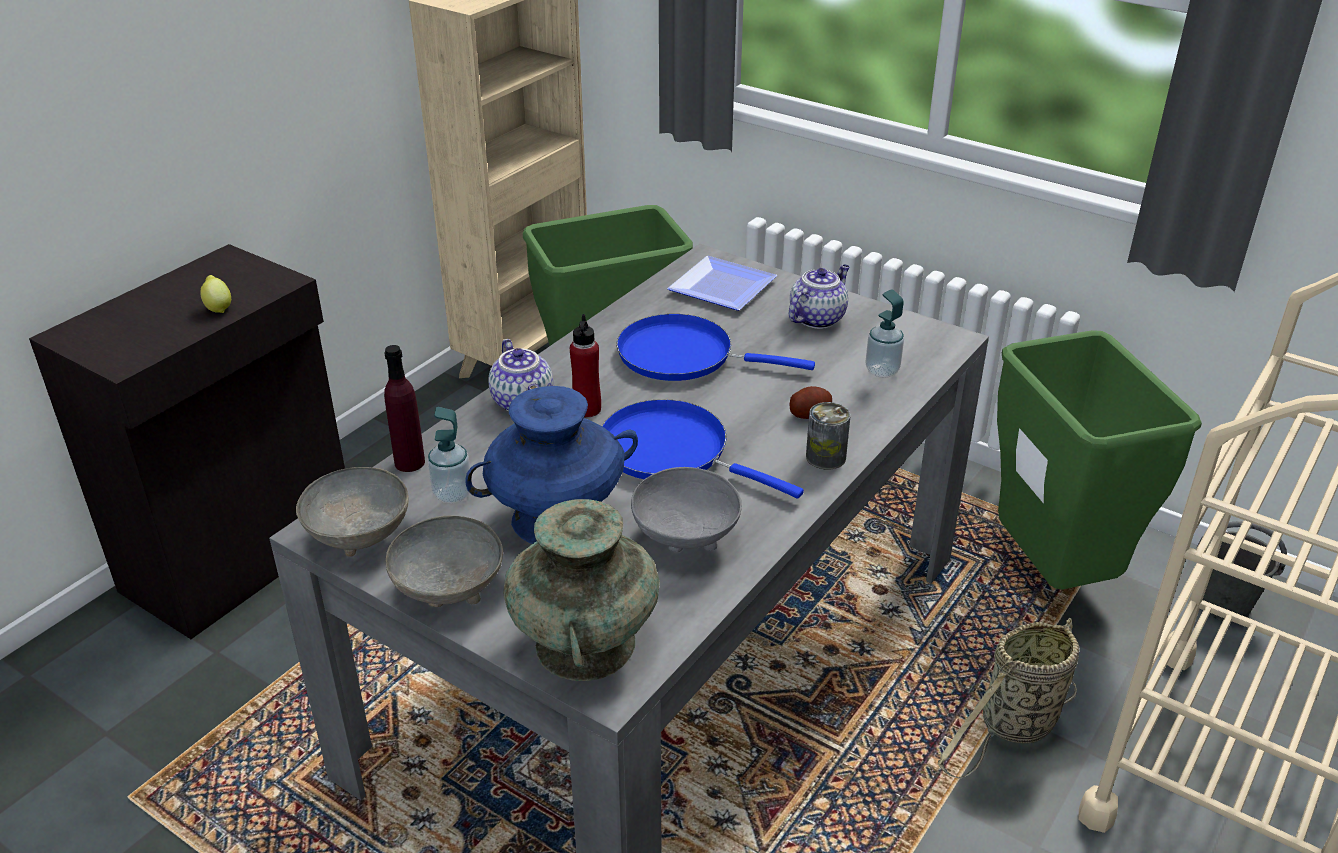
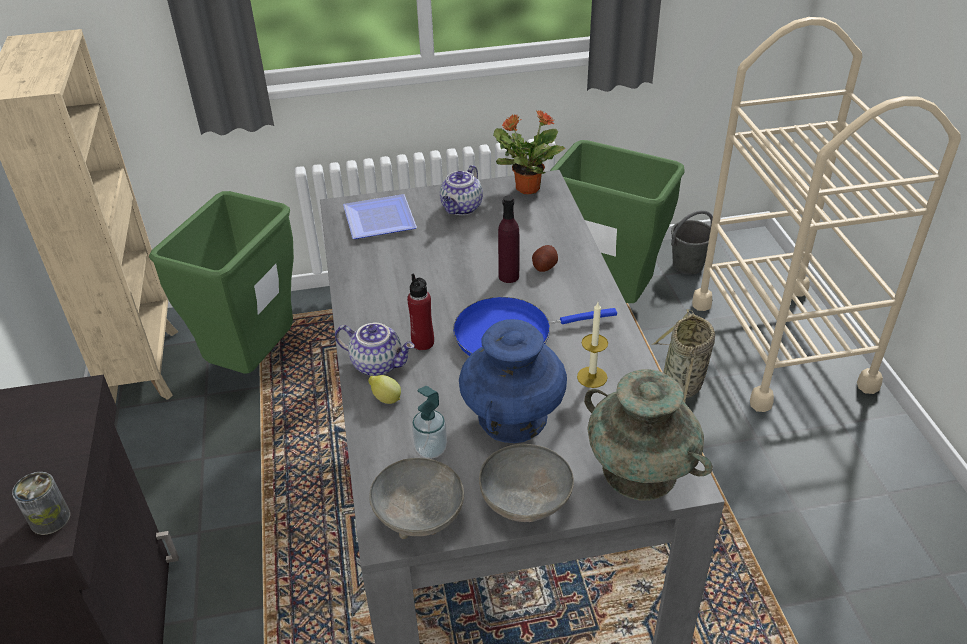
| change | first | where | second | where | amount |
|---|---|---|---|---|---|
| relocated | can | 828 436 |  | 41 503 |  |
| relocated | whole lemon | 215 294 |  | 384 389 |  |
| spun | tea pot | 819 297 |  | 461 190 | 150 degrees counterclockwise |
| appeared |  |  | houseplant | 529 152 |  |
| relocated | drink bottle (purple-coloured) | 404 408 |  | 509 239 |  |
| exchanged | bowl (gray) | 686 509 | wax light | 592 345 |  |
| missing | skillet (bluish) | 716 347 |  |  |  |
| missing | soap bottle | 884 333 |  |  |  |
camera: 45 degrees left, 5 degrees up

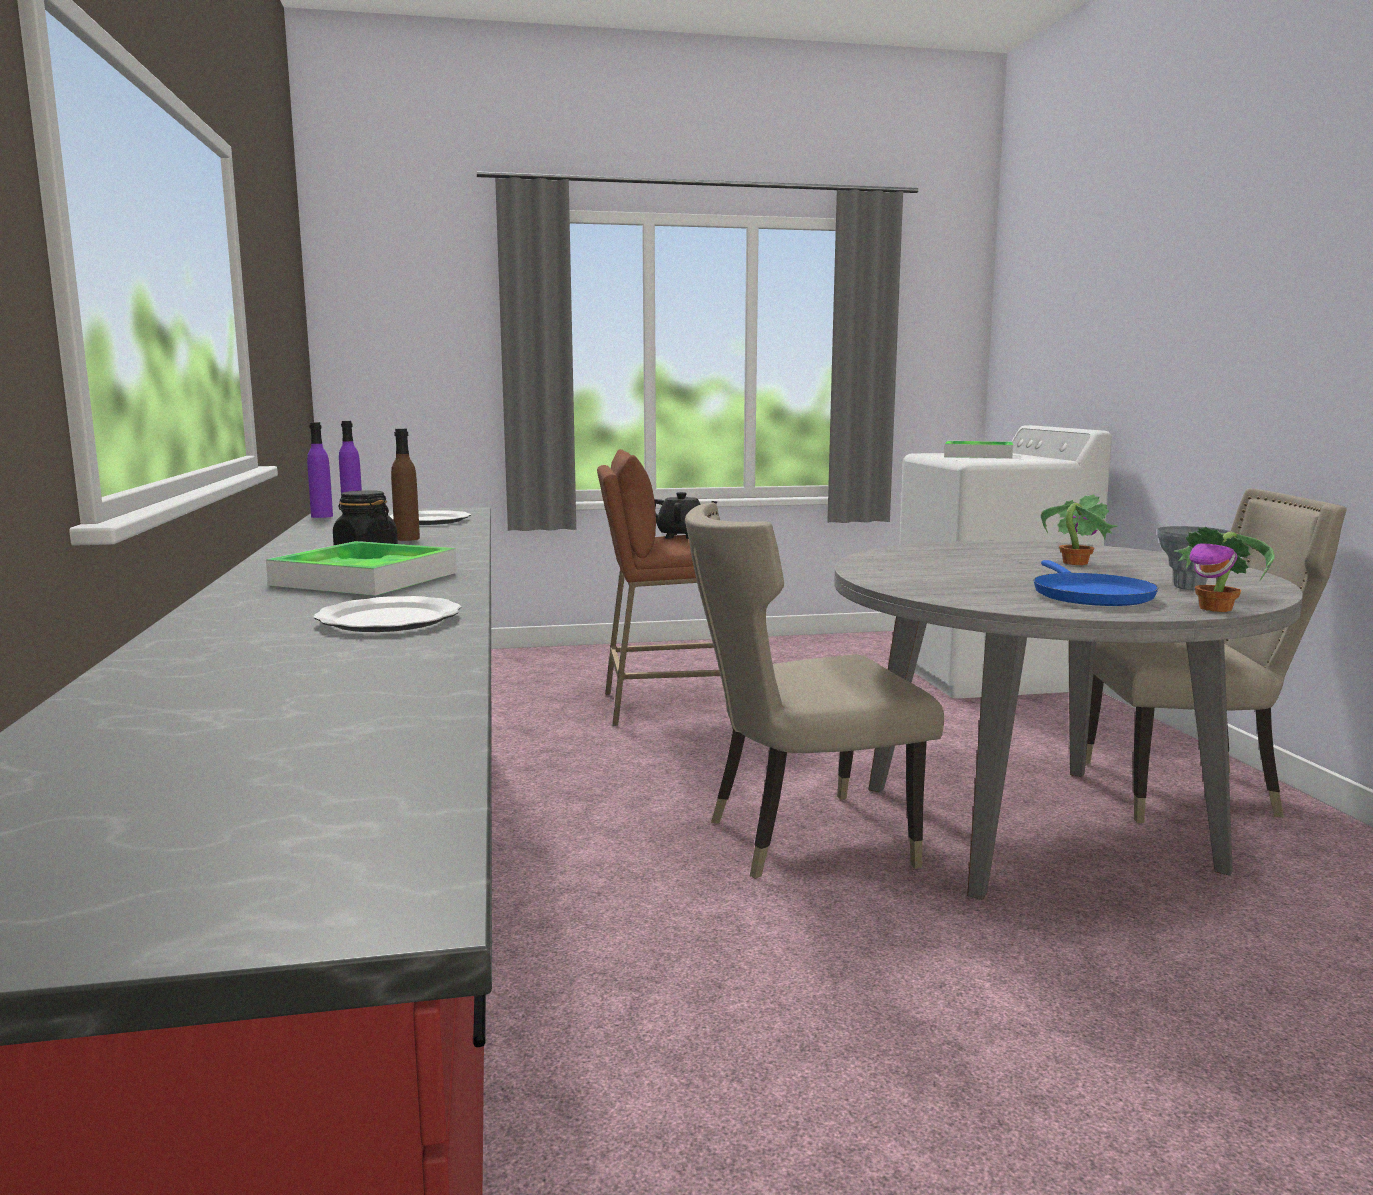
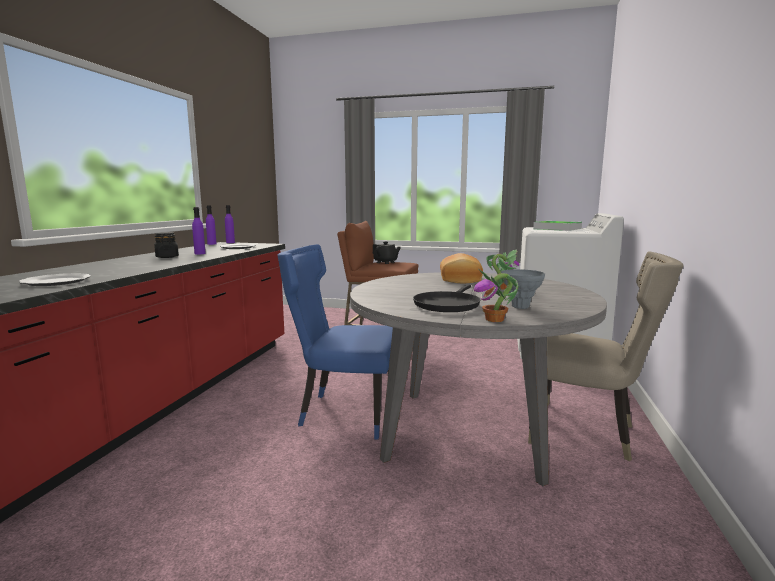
| change | first | where | second | where | amount |
|---|---|---|---|---|---|
| colour | drink bottle (brown) | 405 485 | drink bottle (purple-coloured) | 199 231 |  |
| colour | chair (beige) | 814 691 | chair (bluish) | 335 342 |  |
| colour | skillet (bluish) | 1095 583 | skillet (black) | 447 298 |  |
| appeared |  |  | bread | 461 268 |  |
| missing | serving tray | 361 568 |  |  |  |
camera: 25 degrees right, 0 degrees up

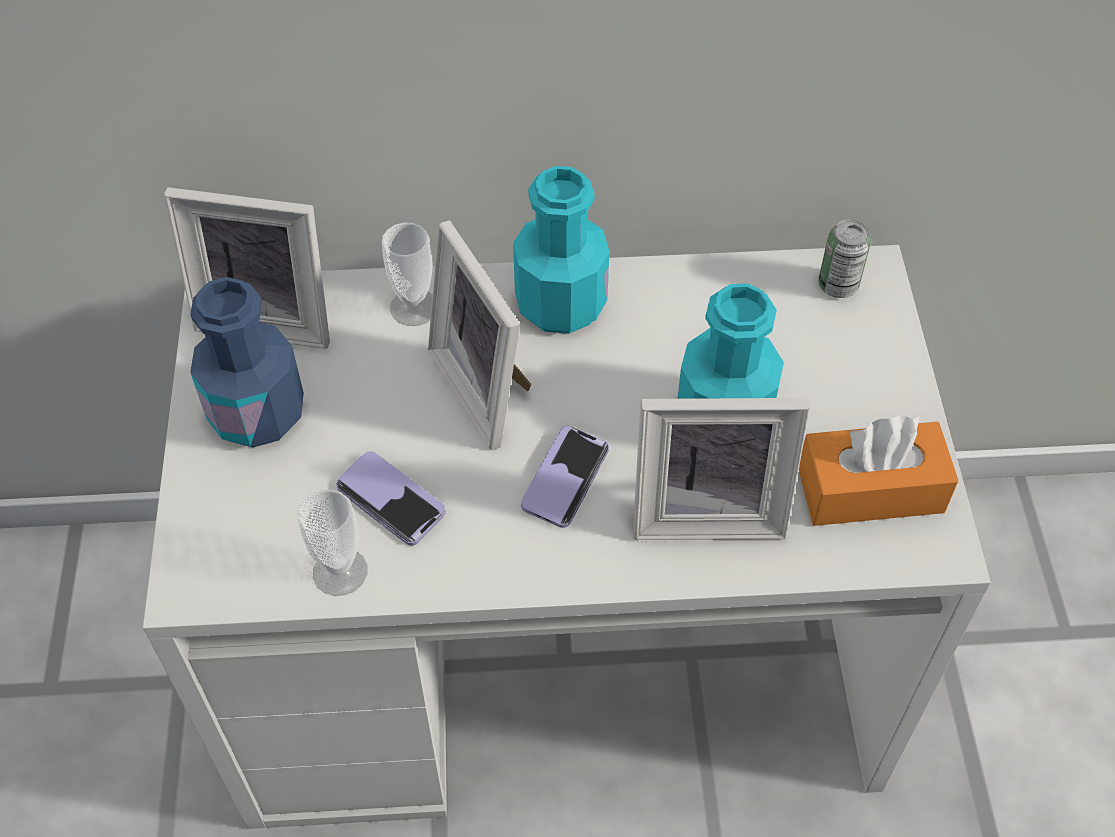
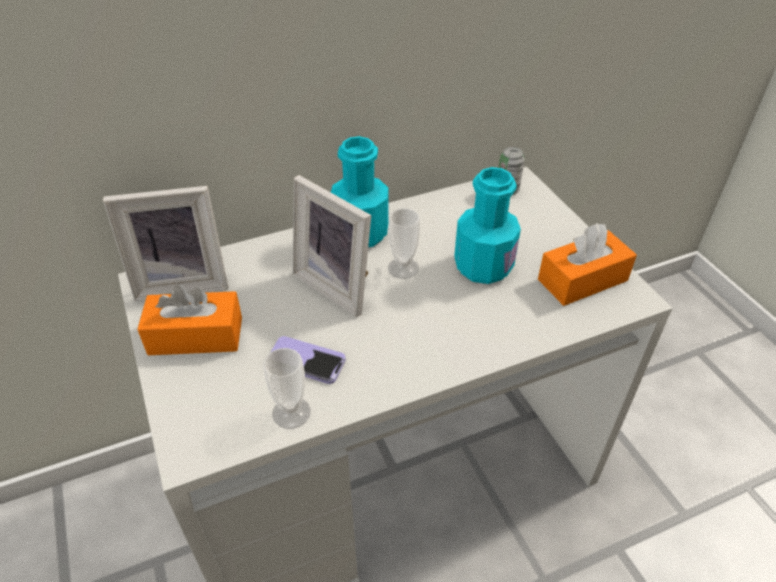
| change | first | where | second | where | amount |
|---|---|---|---|---|---|
| exchanged | drink bottle (bluish) | 247 362 | tissue box (orange-coloured) | 189 319 |  |
| relocated | small cup | 407 274 |  | 404 243 |  |
| missing | telephone | 565 477 |  |  |  |
| missing | picture frame | 721 469 |  |  |  |
camera: 20 degrees left, 10 degrees down

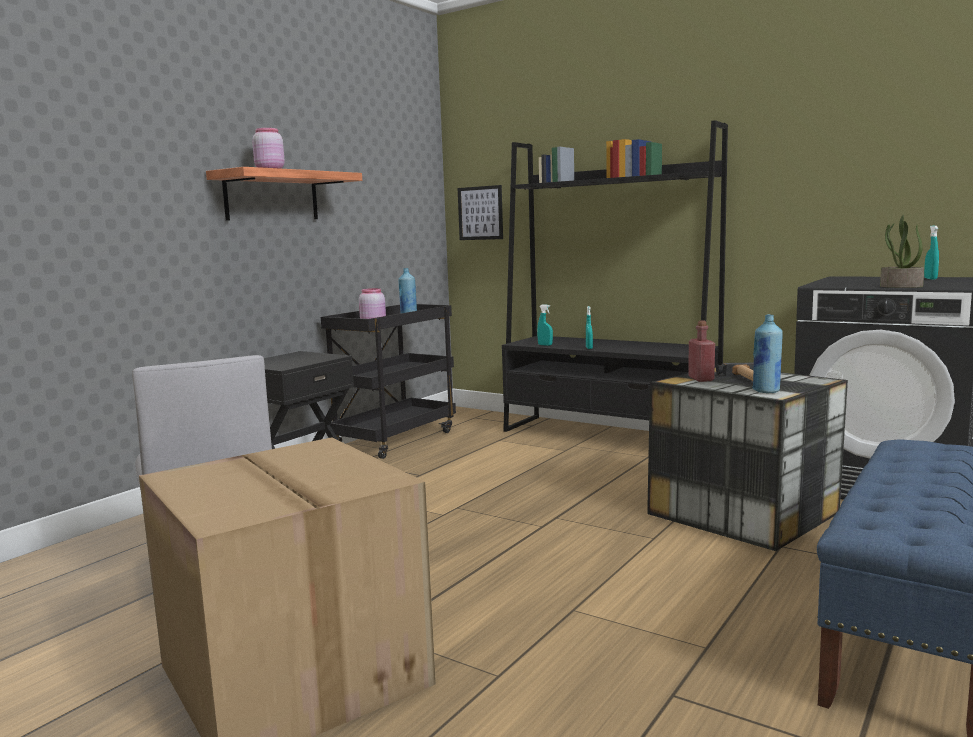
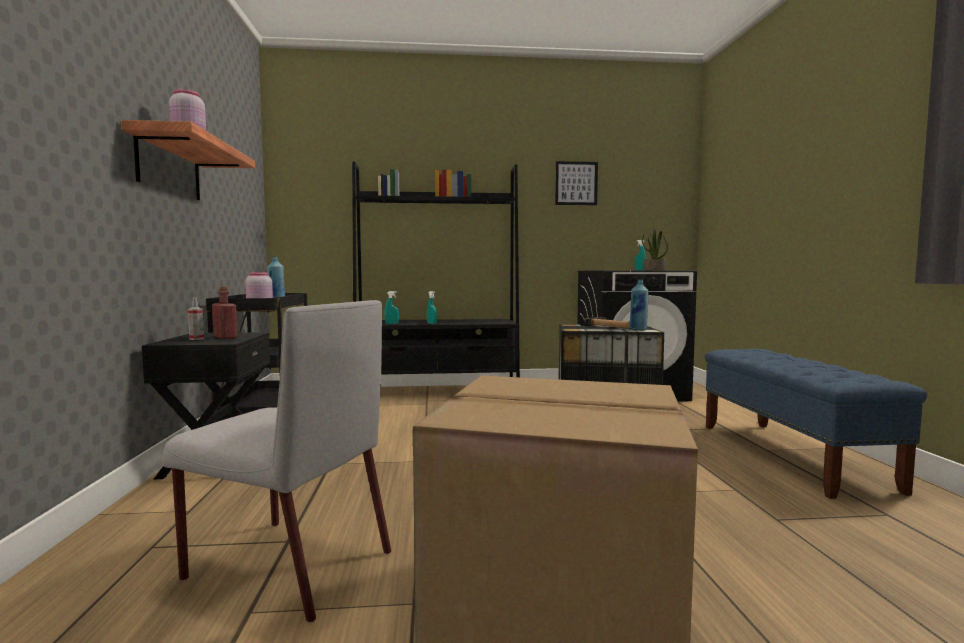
| change | first | where | second | where | amount |
|---|---|---|---|---|---|
| appeared |  |  | hand sprayer | 196 318 |  |
| relocated | drink bottle (red) | 701 351 |  | 224 313 |  |
| relocated | wall art | 480 212 |  | 576 183 |  |
camera: 40 degrees left, 5 degrees down

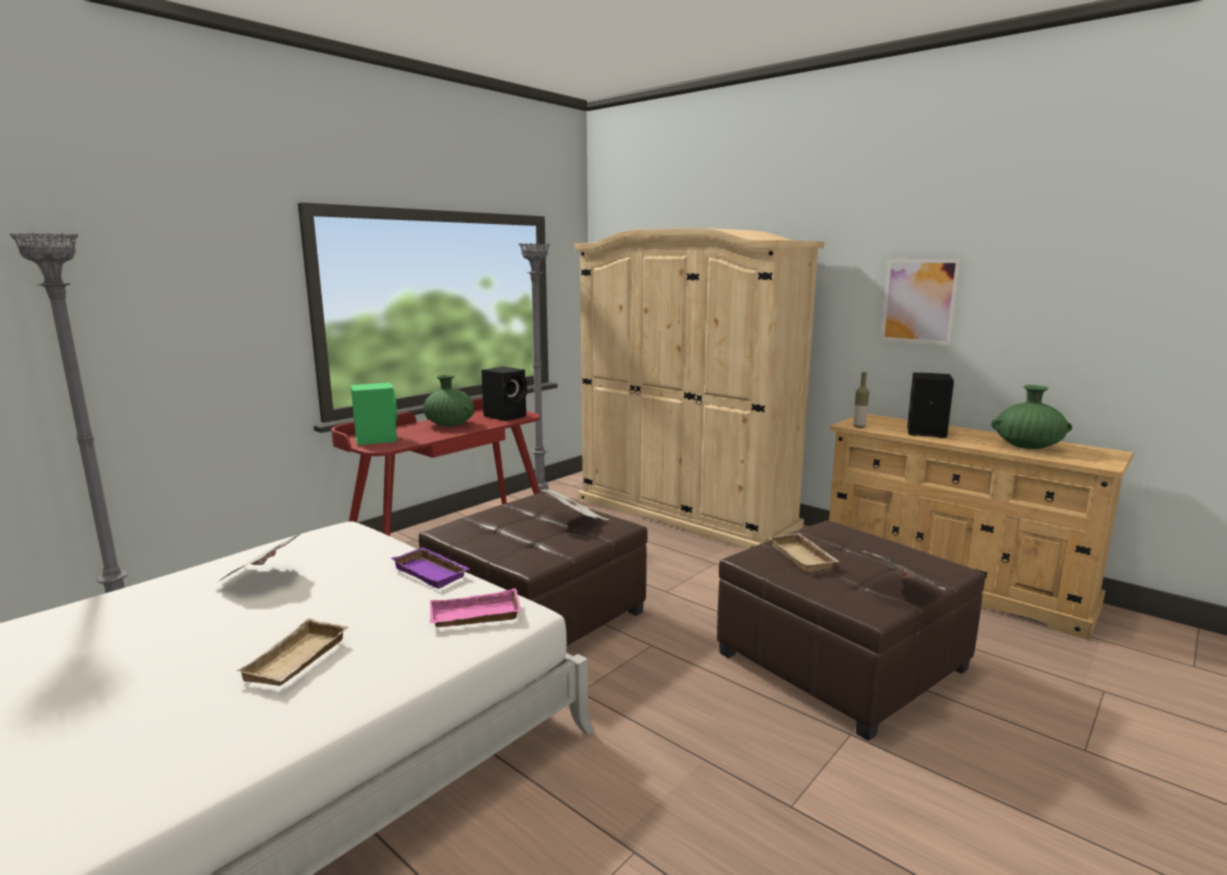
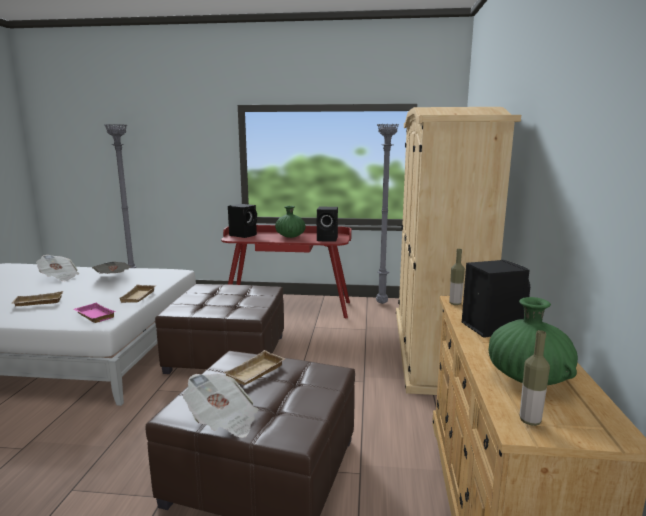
| change | first | where | second | where | amount |
|---|---|---|---|---|---|
| relocated | daily paper | 575 505 |  | 57 268 |  |
| colour | serving tray (purple-coloured) | 430 568 | serving tray (beige) | 138 294 |  |
| colour | speaker (green-coloured) | 374 413 | speaker (black) | 242 221 |  |
| appeared |  |  | drink bottle | 535 378 |  |
| missing | wall art | 920 302 |  |  |  |
camera: 55 degrees right, 0 degrees up

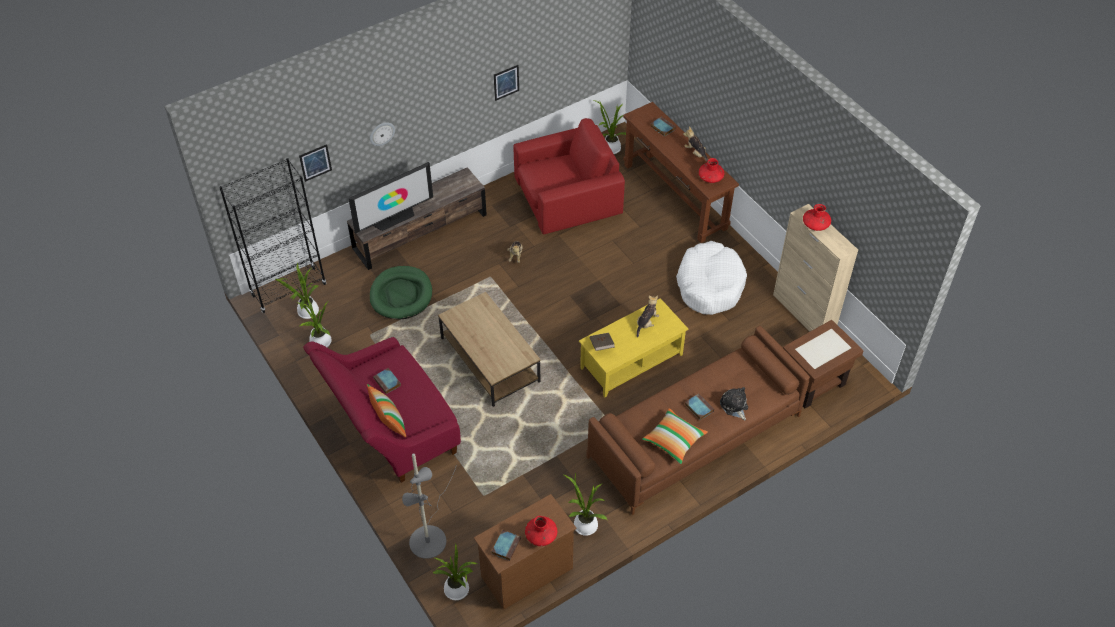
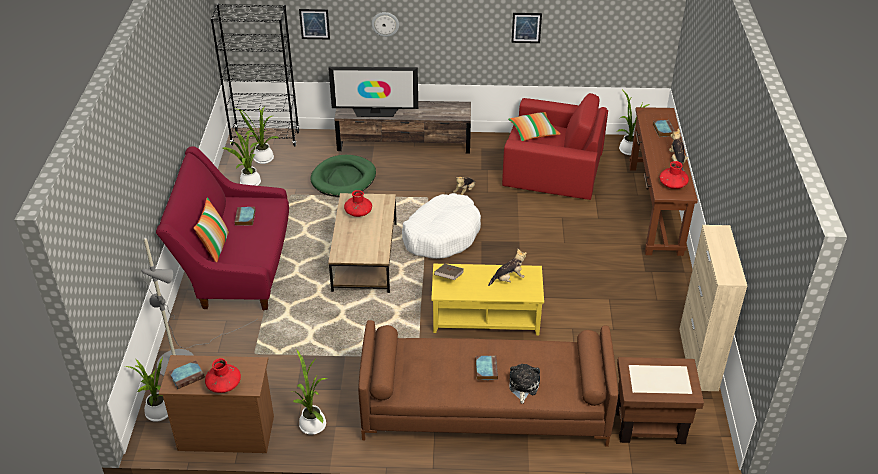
| change | first | where | second | where | amount |
|---|---|---|---|---|---|
| relocated | vase (red) | 817 217 |  | 358 203 |  |
| relocated | pet bed (white-coloured) | 711 278 |  | 441 226 |  |
| relocated | cushion | 675 436 |  | 534 126 |  |
camera: 35 degrees right, 10 degrees down

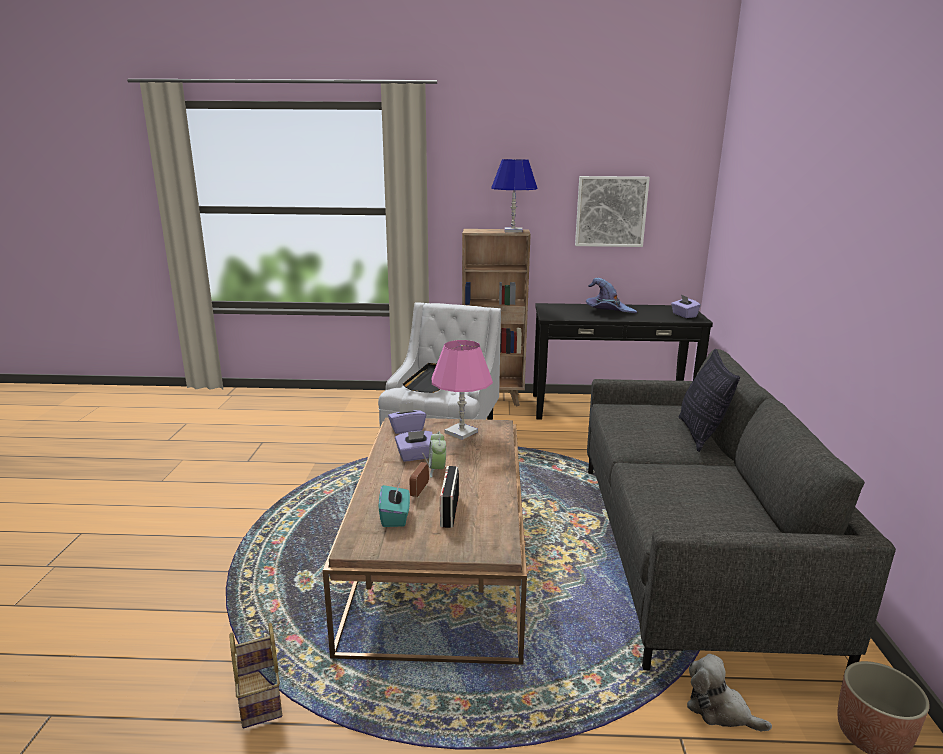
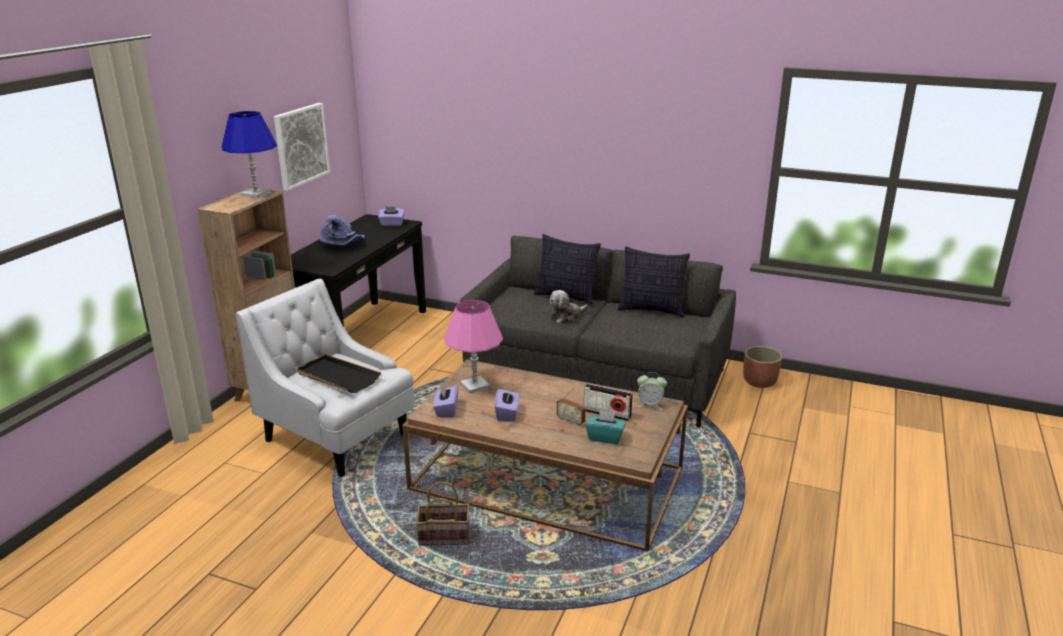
| change | first | where | second | where | amount |
|---|---|---|---|---|---|
| relocated | household basket | 256 675 |  | 442 513 |  |
| relocated | soft toy | 729 692 |  | 569 307 |  |
| appeared |  |  | cushion | 654 281 |  |
| relocated | alarm clock | 437 454 |  | 652 391 |  |
camera: 70 degrees left, 5 degrees up

